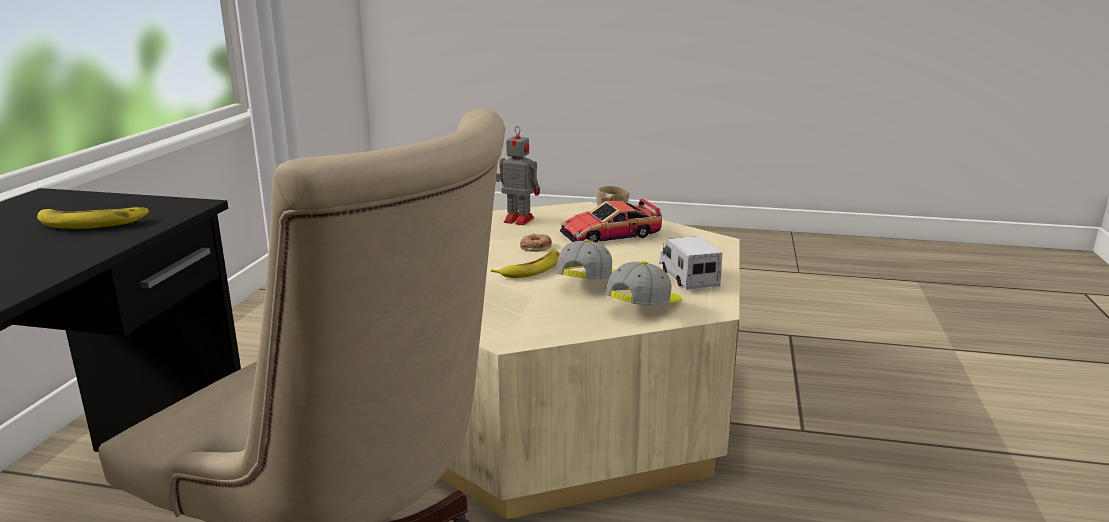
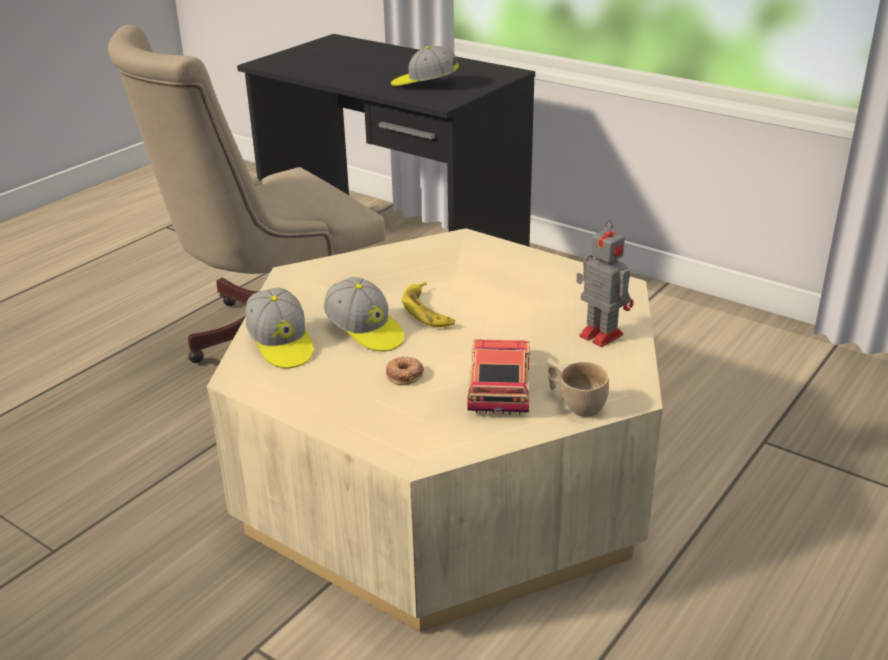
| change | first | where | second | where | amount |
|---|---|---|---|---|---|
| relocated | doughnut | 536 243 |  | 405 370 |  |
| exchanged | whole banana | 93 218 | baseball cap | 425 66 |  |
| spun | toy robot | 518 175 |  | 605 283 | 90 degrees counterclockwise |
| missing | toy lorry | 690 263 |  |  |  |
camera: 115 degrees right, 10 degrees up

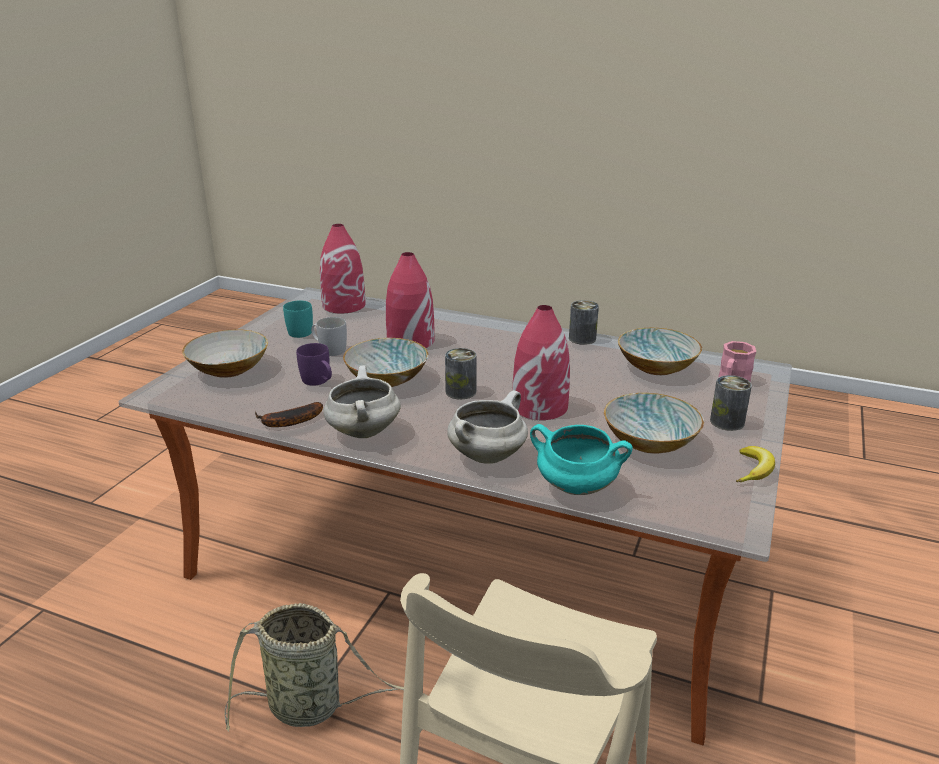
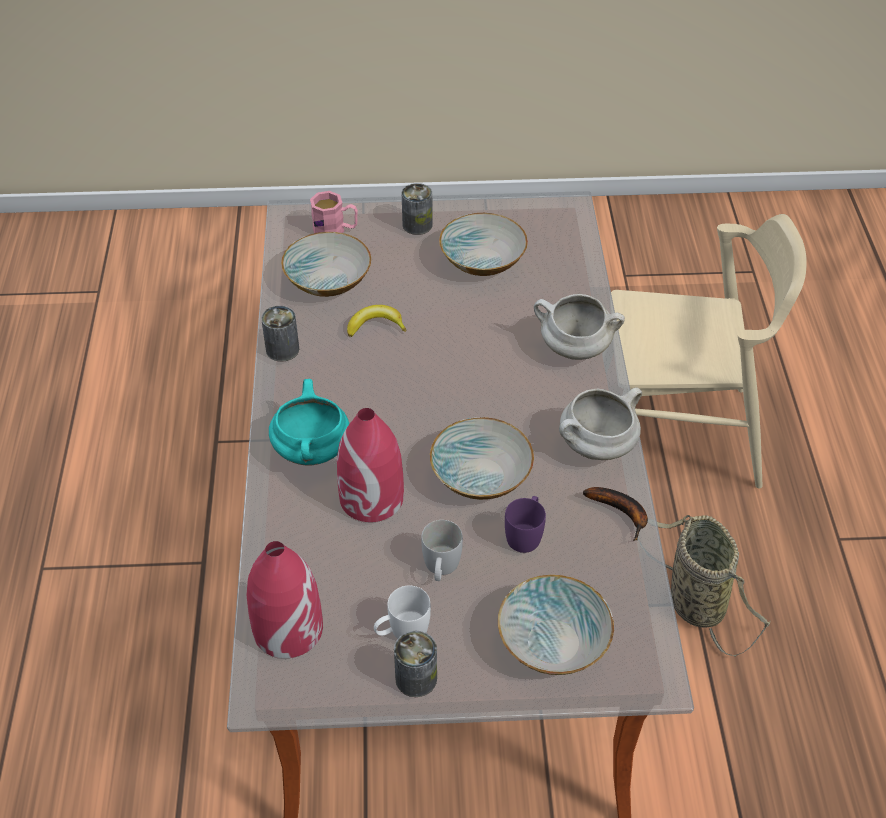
| change | first | where | second | where | amount |
|---|---|---|---|---|---|
| relocated | cooking pot (blue-green) | 581 459 |  | 309 422 |  |
| relocated | whole banana | 755 464 |  | 376 321 |  |
| colour | coffee mug (blue-green) | 298 319 | coffee mug (white-coloured) | 402 612 |  |
| relocated | can | 461 373 |  | 415 664 |  |
| missing | vase (red) | 541 362 |  |  |  |
camera: 115 degrees left, 20 degrees up

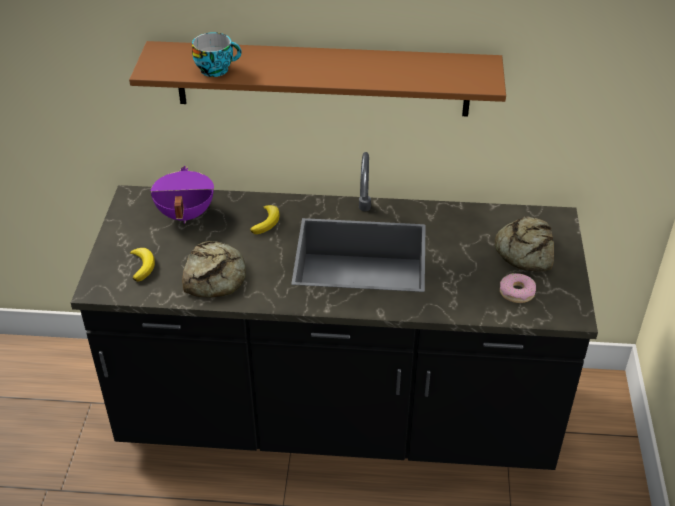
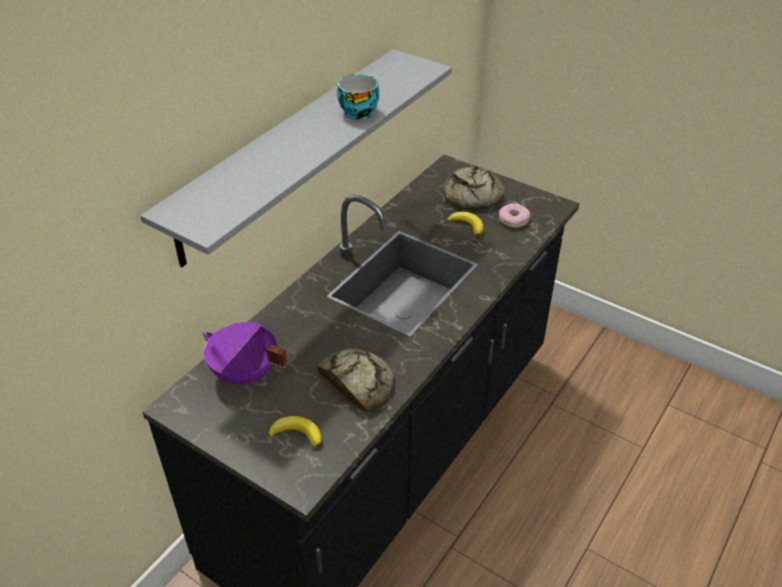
| change | first | where | second | where | amount |
|---|---|---|---|---|---|
| colour | bracket shelf (brown) | 317 79 | bracket shelf (gray) | 296 158 |  |
| relocated | small cup | 217 54 |  | 358 97 |  |
| relocated | whole banana | 265 219 |  | 465 224 |  |
camera: 60 degrees left, 0 degrees up

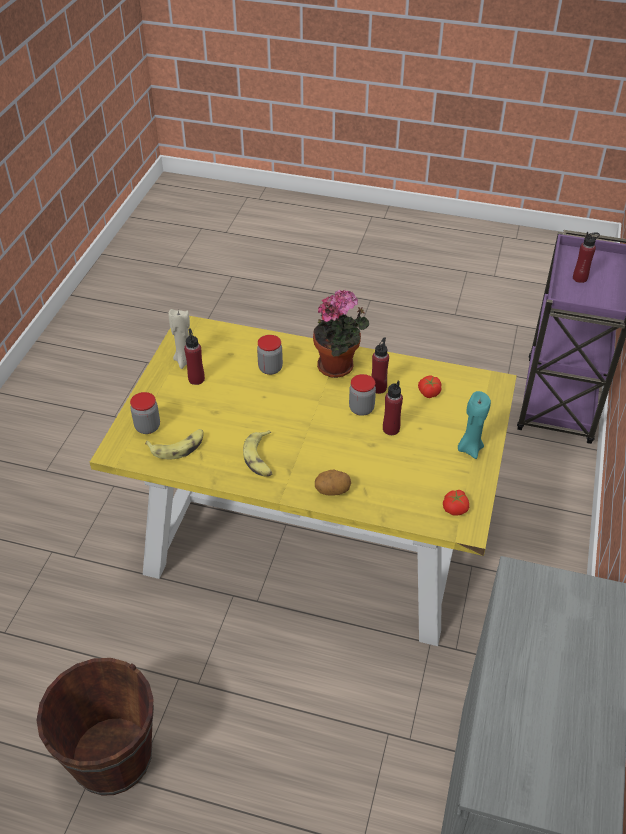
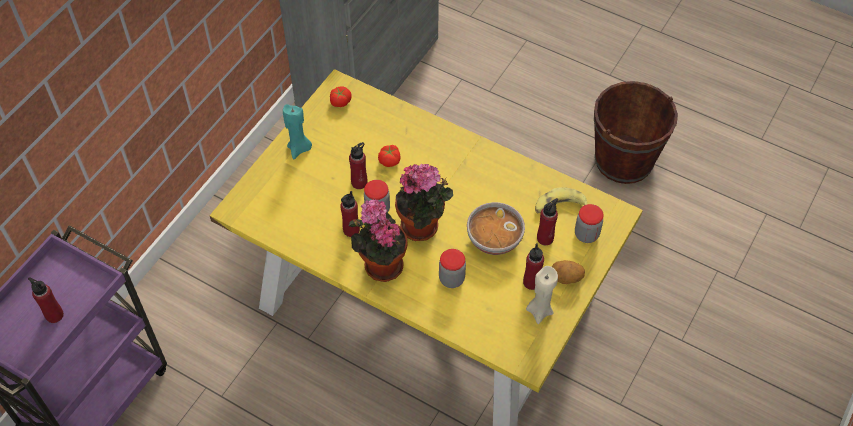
| change | first | where | second | where | amount |
|---|---|---|---|---|---|
| relocated | fresh tomato | 430 387 |  | 389 156 |  |
| appeared |  |  | houseplant | 424 202 |  |
| appeared |  |  | bowl | 496 228 |  |
| appeared |  |  | drink bottle (red) | 547 221 |  |
| relocated | potato | 333 483 |  | 568 272 |  |
| missing | whole banana | 257 453 |  |  |  |
camera: 165 degrees left, 10 degrees up

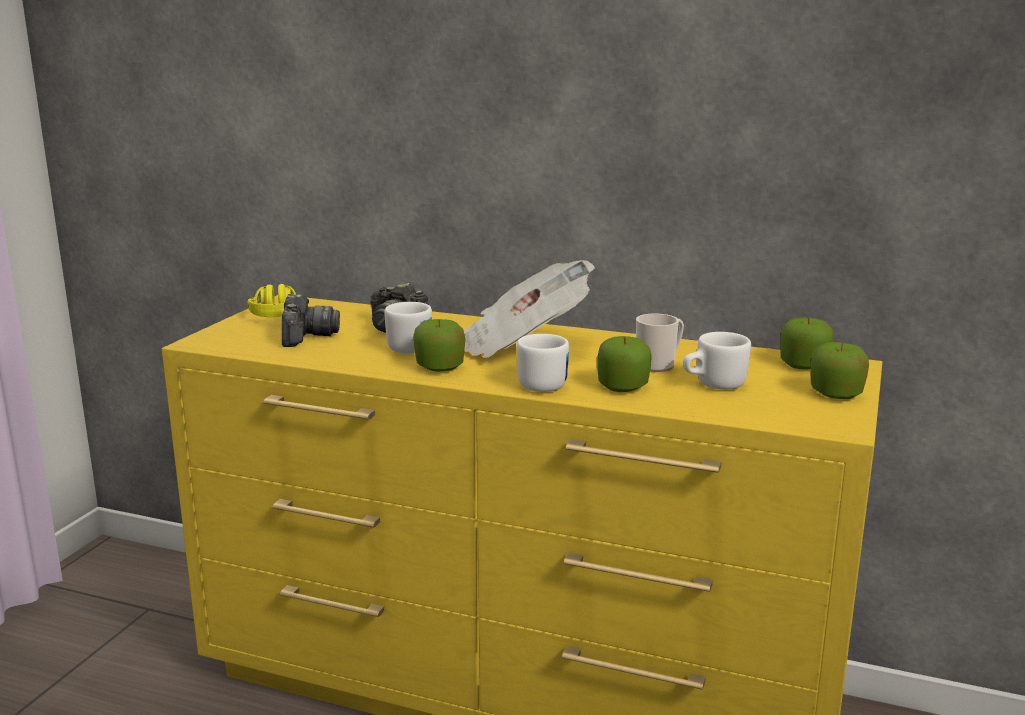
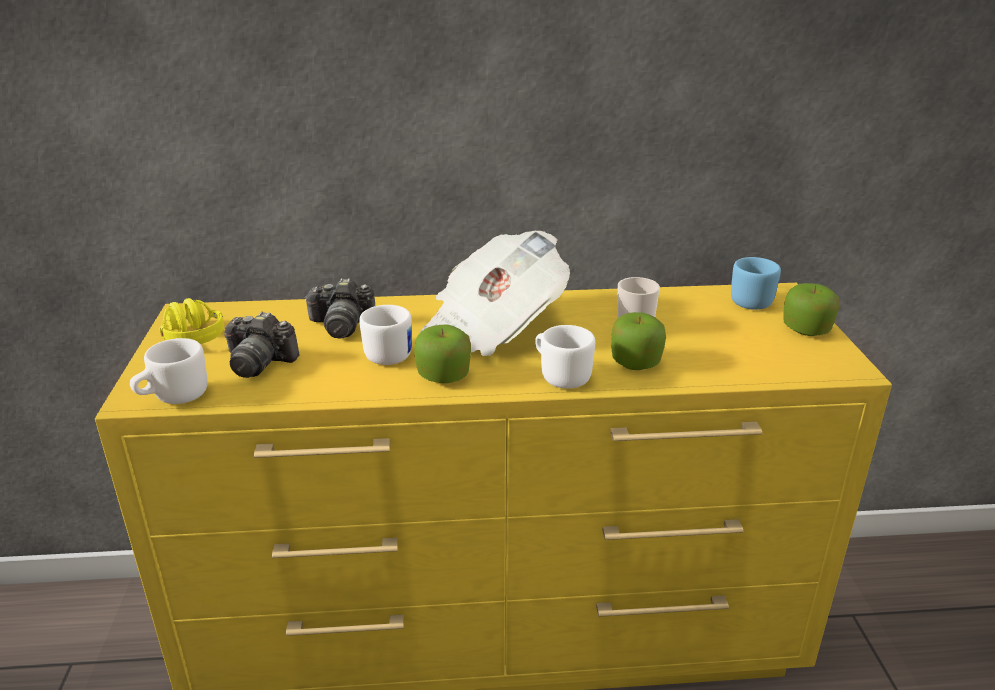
| change | first | where | second | where | amount |
|---|---|---|---|---|---|
| relocated | coffee mug (white-coloured) | 717 361 |  | 169 371 |  |
| spun | photo camera | 311 320 |  | 262 345 | 135 degrees clockwise |
| exchanged | apple fruit | 807 343 | coffee mug (bluish) | 756 283 |  |
camera: 25 degrees left, 10 degrees up

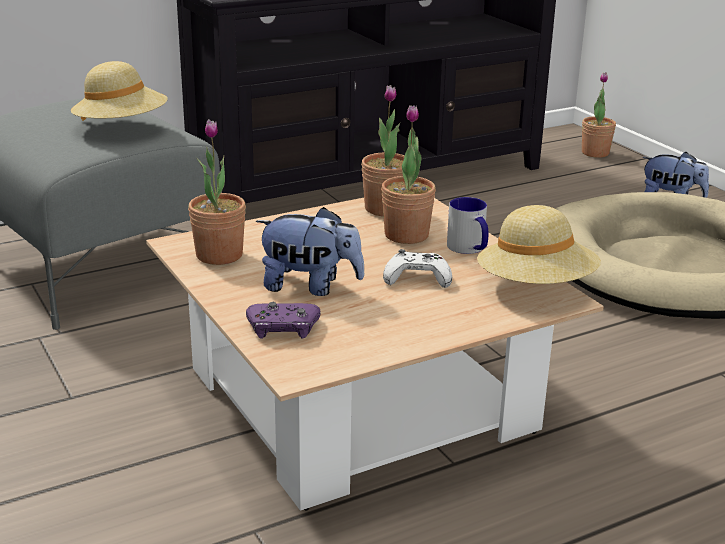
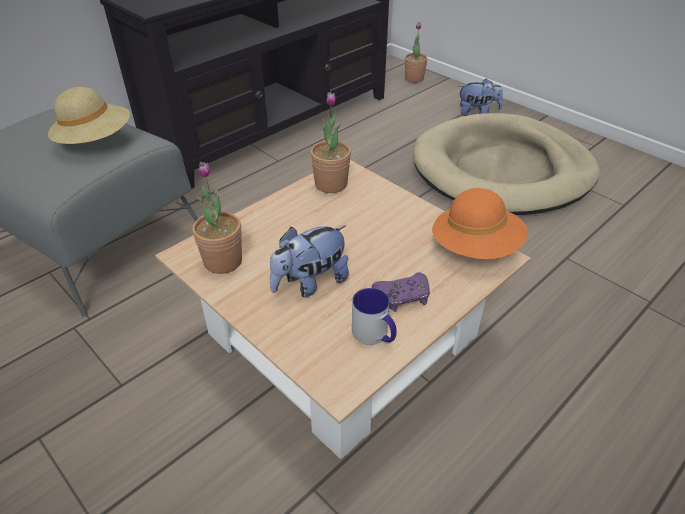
| change | first | where | second | where | amount |
|---|---|---|---|---|---|
| spun | soft toy | 310 251 |  | 309 261 | 150 degrees clockwise |
| relocated | coffee mug | 467 225 |  | 374 316 |  |
| relocated | gamepad (purple-coloured) | 283 320 |  | 401 292 |  |
| colour | hat (beige) | 539 244 | hat (orange-coloured) | 480 223 |  |
| missing | houseplant | 408 174 |  |  |  |
| missing | gamepad (white-coloured) | 417 268 |  |  |  |
camera: 15 degrees left, 15 degrees up

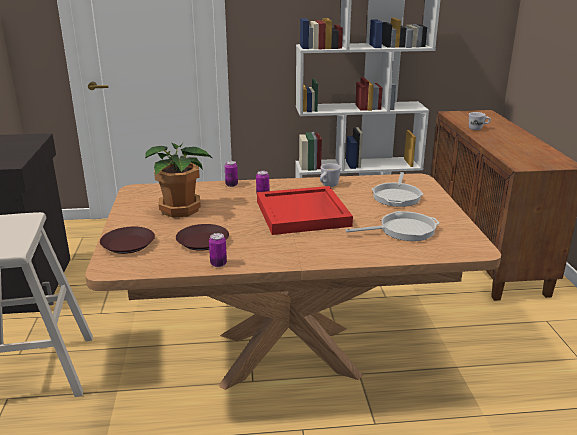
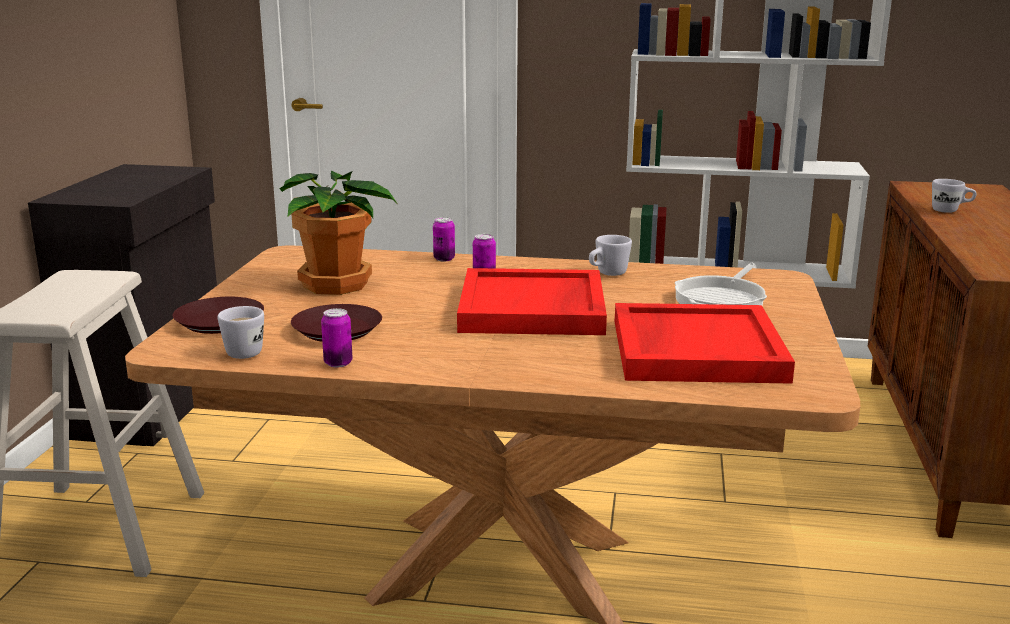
| change | first | where | second | where | amount |
|---|---|---|---|---|---|
| appeared |  |  | coffee mug (white-coloured) | 241 332 |  |
| exchanged | skillet | 392 226 | serving tray (red) | 705 343 |  |
camera: 15 degrees right, 5 degrees down

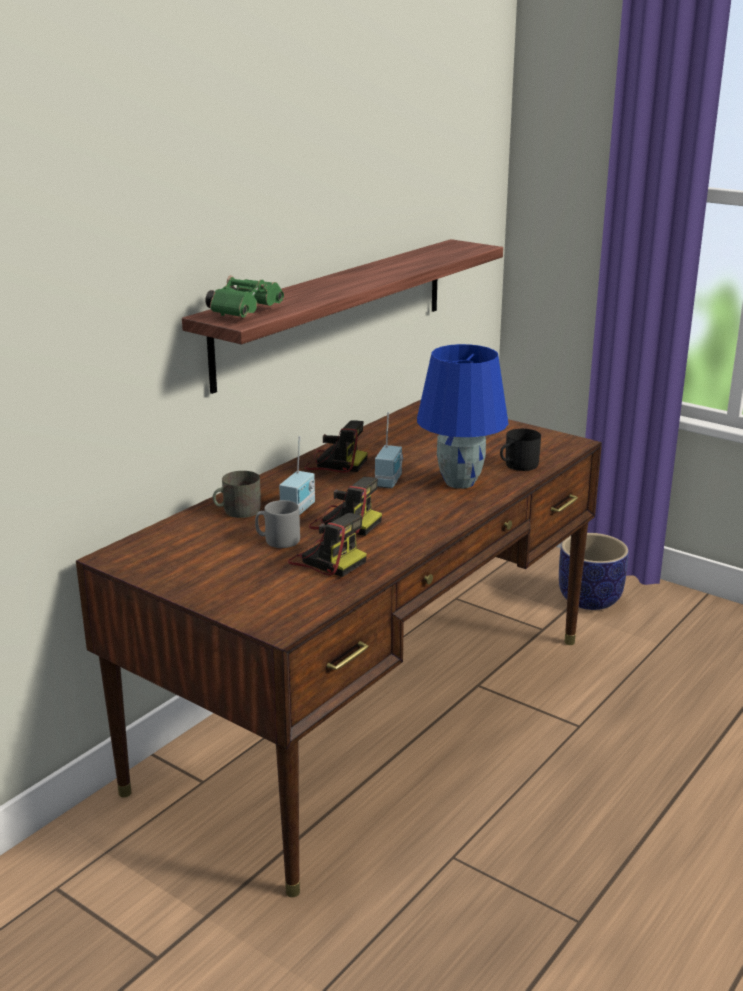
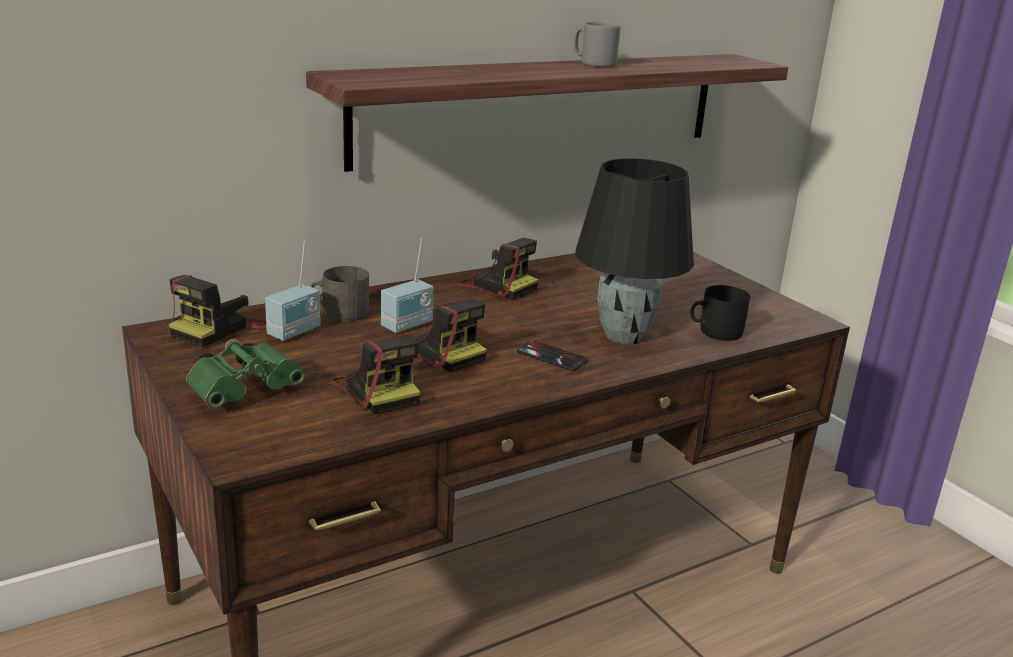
| change | first | where | second | where | amount |
|---|---|---|---|---|---|
| appeared |  |  | photo camera | 217 311 |  |
| relocated | pair of binoculars (green-coloured) | 244 296 |  | 245 373 |  |
| relocated | radio set | 389 450 |  | 293 291 |  |
| appeared |  |  | telephone | 553 355 |  |
| relocated | coffee mug (gray) | 277 524 |  | 597 44 |  |
| colour | table lamp (bluish) | 463 416 | table lamp (black) | 634 251 |  |
| missing | planter | 594 571 |  |  |  |
camera: 20 degrees right, 0 degrees up

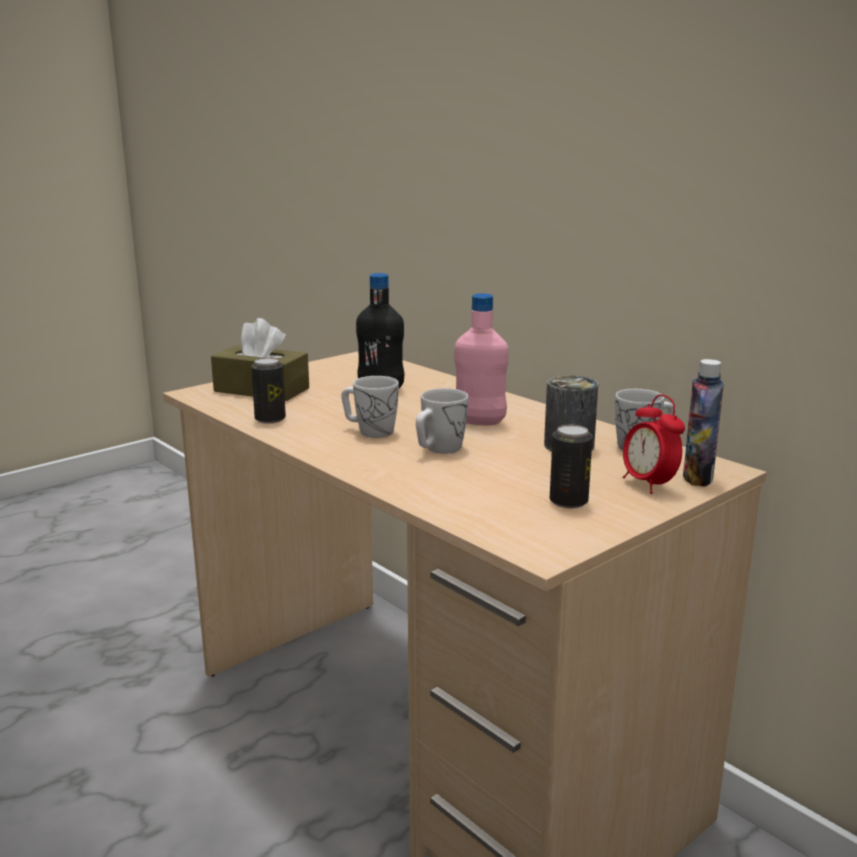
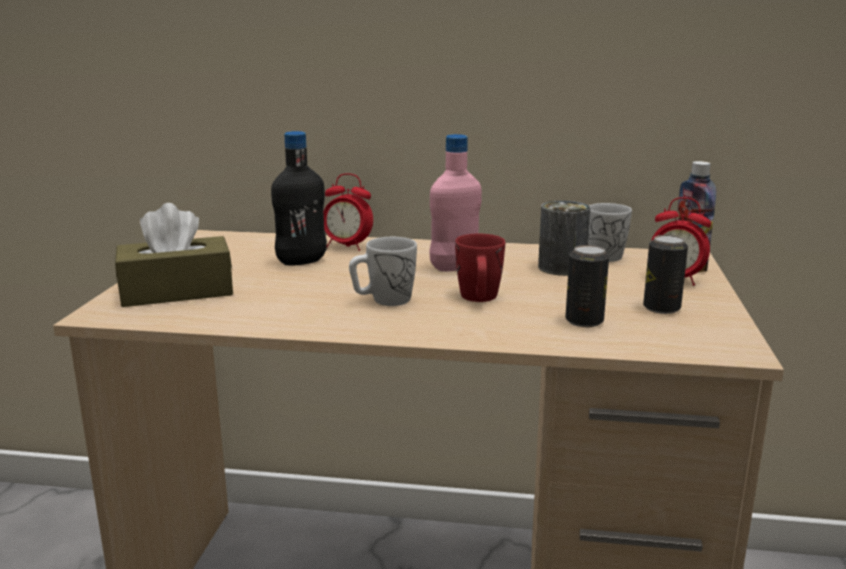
| change | first | where | second | where | amount |
|---|---|---|---|---|---|
| appeared |  |  | alarm clock | 348 212 |  |
| colour | coffee mug (white-coloured) | 442 421 | coffee mug (red) | 480 268 |  |
| relocated | can | 268 390 |  | 587 286 |  |
camera: 40 degrees left, 0 degrees up

